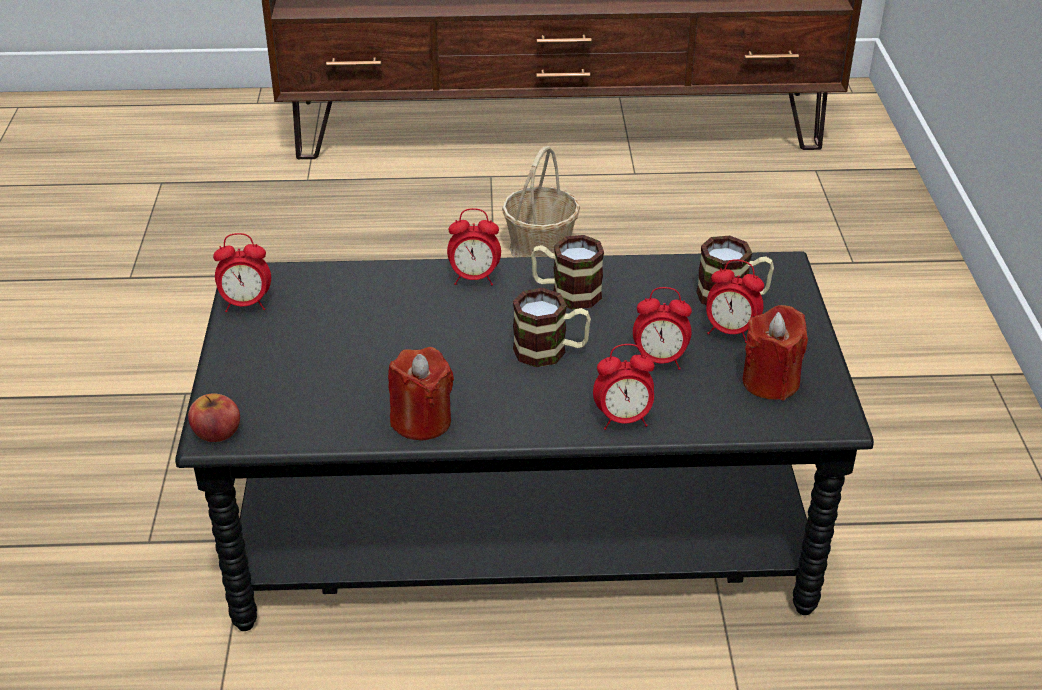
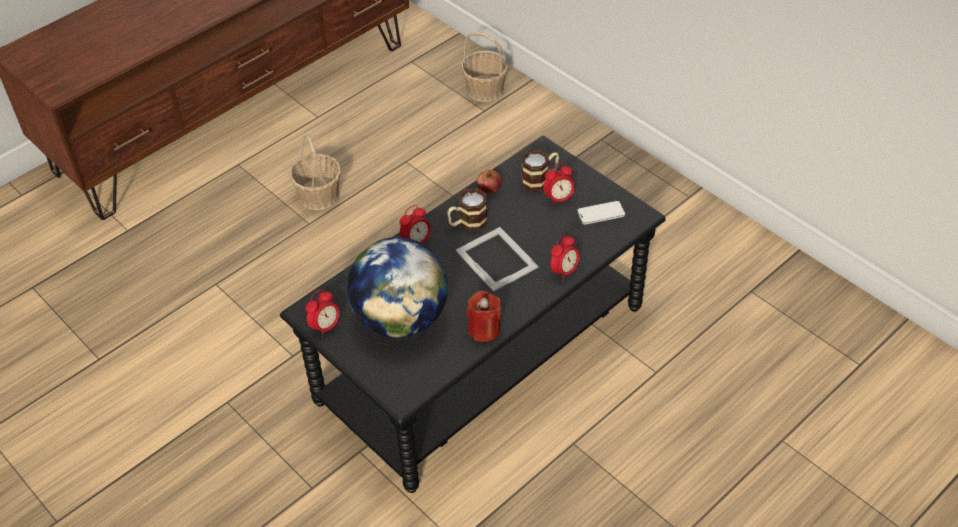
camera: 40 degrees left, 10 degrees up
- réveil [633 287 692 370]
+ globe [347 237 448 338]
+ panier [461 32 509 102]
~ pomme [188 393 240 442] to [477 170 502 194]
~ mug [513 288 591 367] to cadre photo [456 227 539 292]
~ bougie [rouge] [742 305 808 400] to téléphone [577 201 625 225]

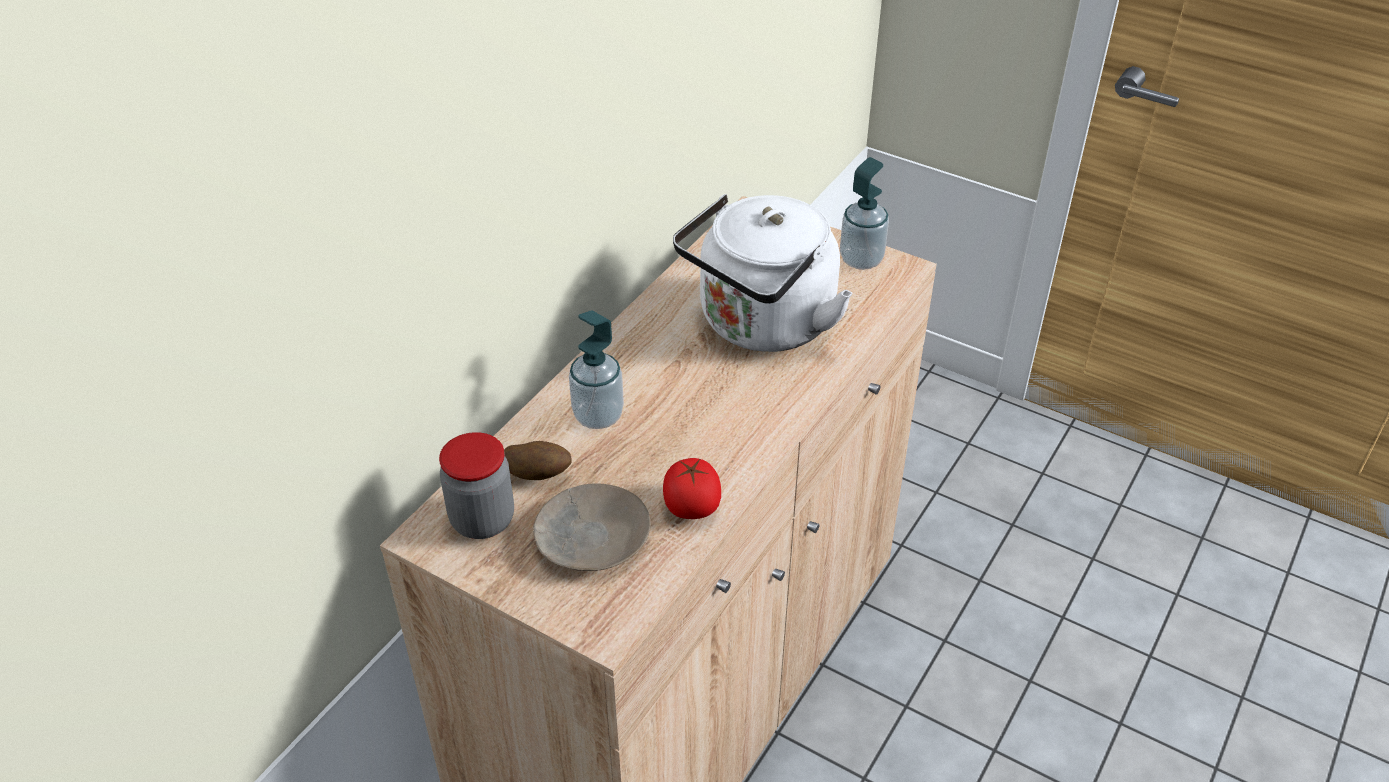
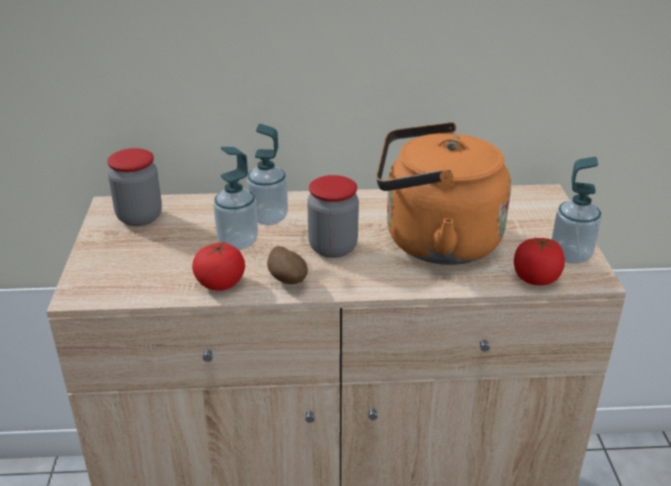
camera: 55 degrees right, 10 degrees down
- assiette [beige] [533 483 651 571]
+ distributeur de savon [214 147 258 250]
+ bocal [307 175 359 258]
+ tomate [514 236 565 285]
~ pomme de terre [504 441 572 480] to [267 246 308 284]
~ bouilloire [blanc] [673 194 853 352] to bouilloire [orange] [376 122 511 265]

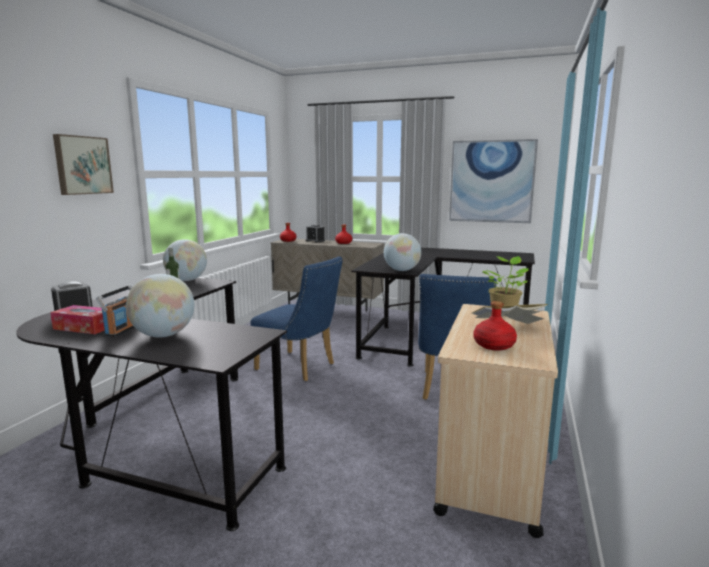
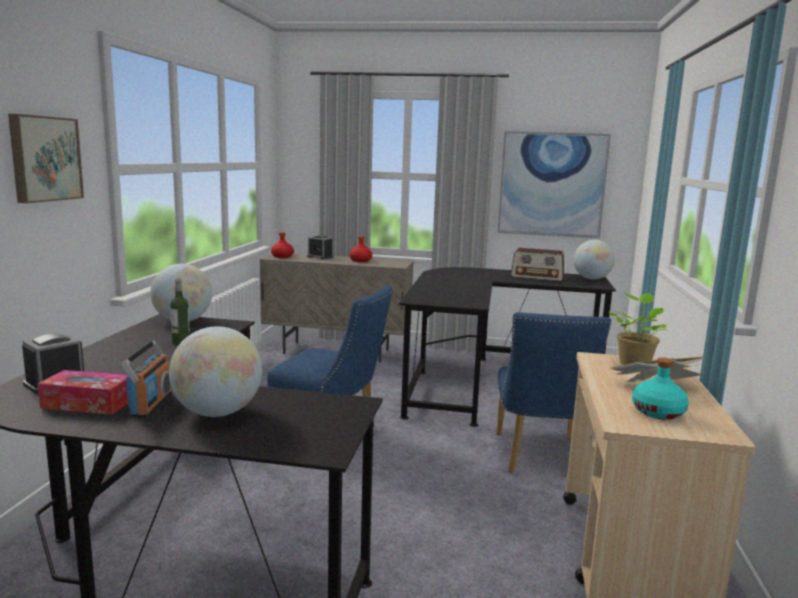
camera: 10 degrees left, 0 degrees up
+ radio [511 248 564 281]
~ globe [384 233 421 271] to [573 240 615 279]
~ bouteille [rouge] [473 301 517 351] to bouteille [turquoise] [632 357 689 420]

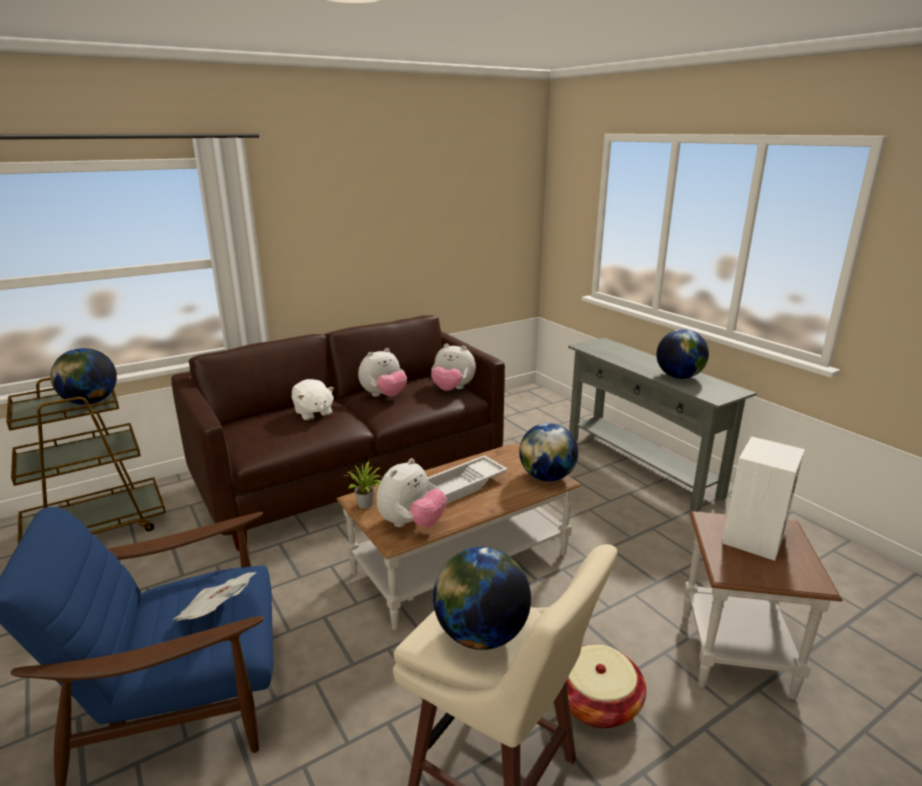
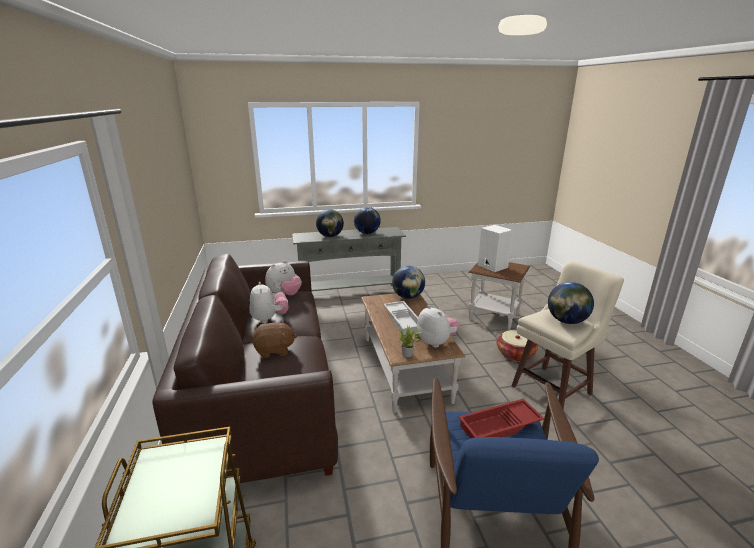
camera: 70 degrees left, 0 degrees up
~ globe [50 348 117 405] to [316 209 344 237]
~ journal [173 572 256 621] to plateau [rouge] [459 398 545 438]
~ peluche [blanc] [292 379 335 421] to peluche [marron] [252 320 297 358]

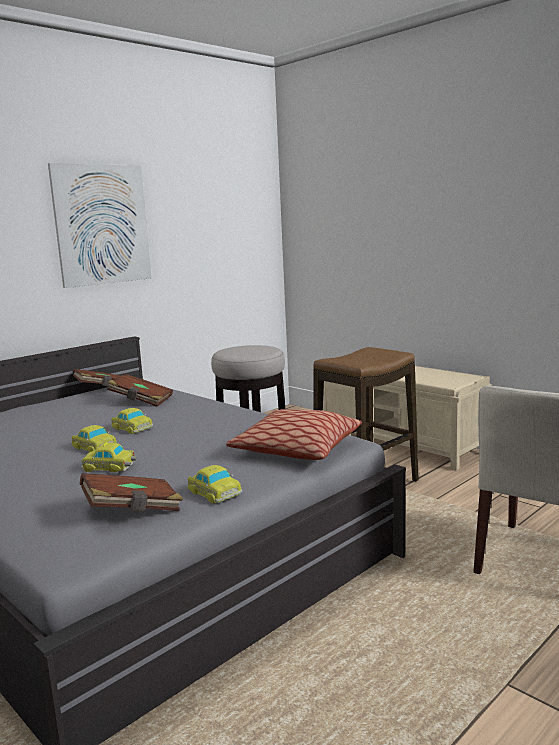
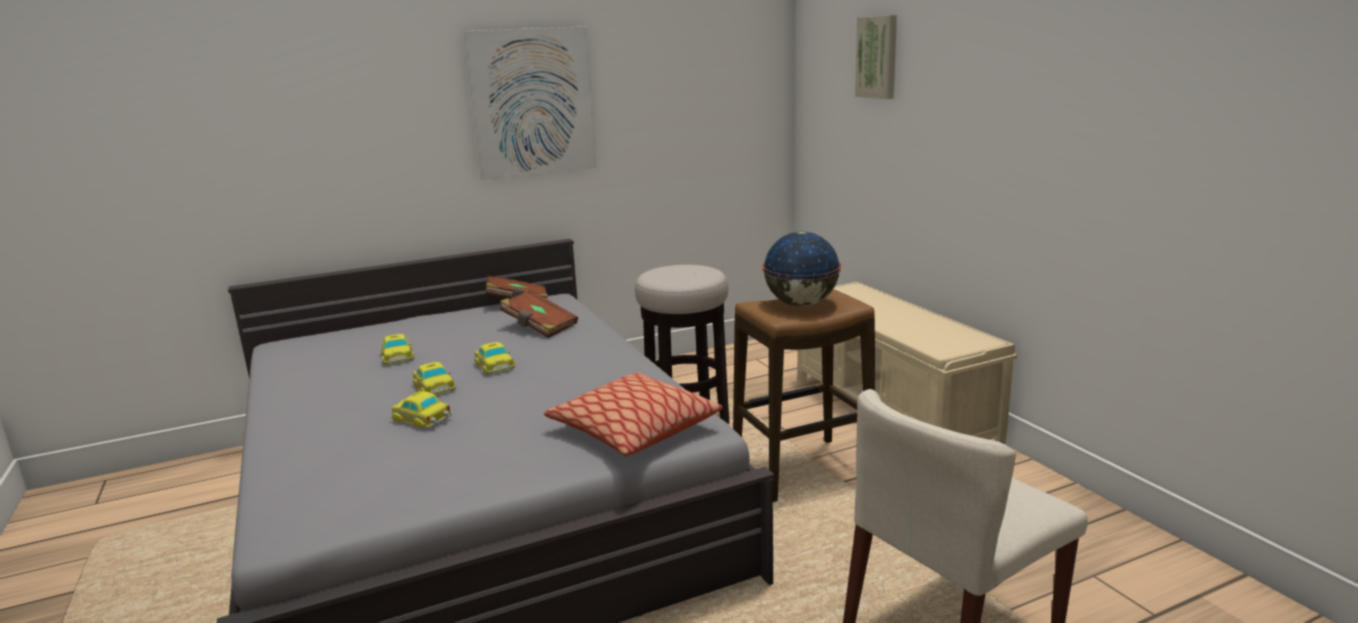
camera: 20 degrees right, 5 degrees up
- livre [marron] [80 473 183 512]
+ globe [763 231 841 306]
+ tableau [855 15 897 99]
~ petite voiture [187 465 242 504] to [381 334 414 365]

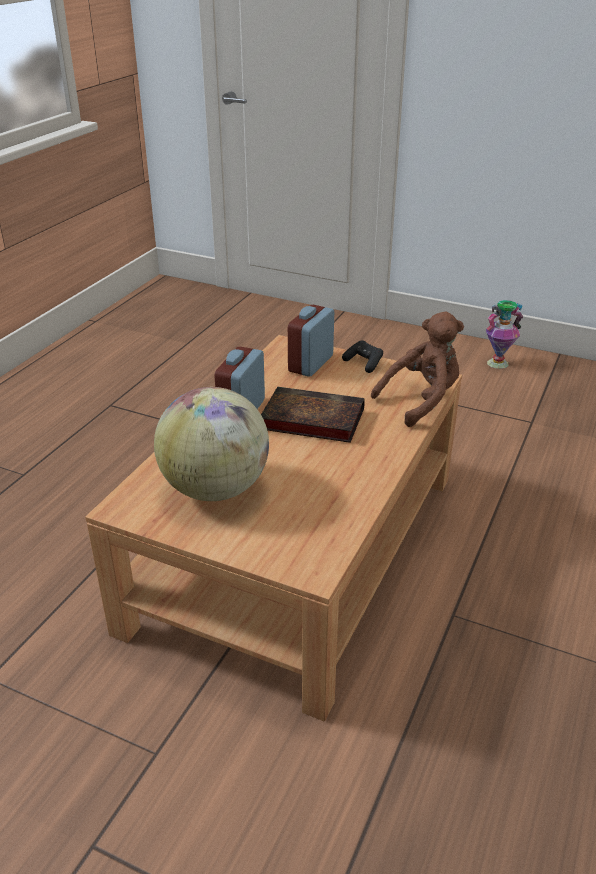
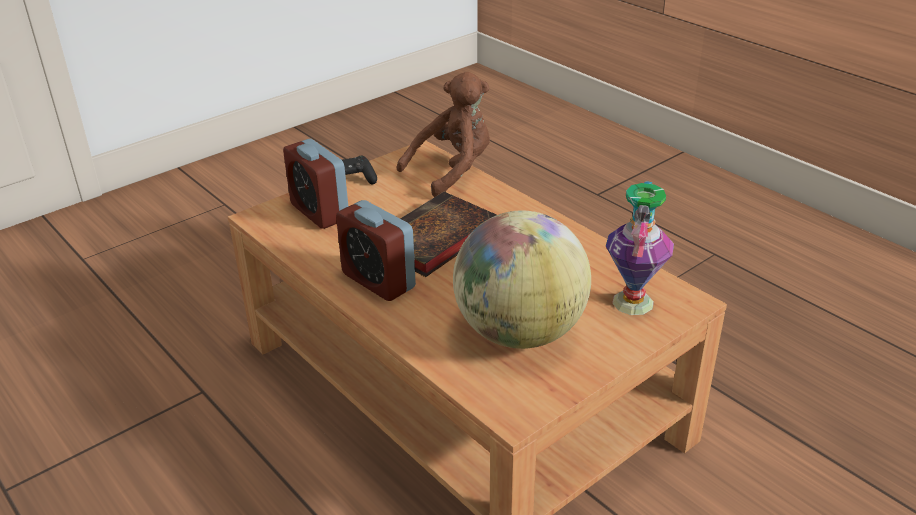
camera: 65 degrees left, 0 degrees up
~ vase [486 300 523 369] to [606 181 674 315]
~ peluche [marron] [371 312 464 427] = [397 72 490 197] 60 degrees clockwise

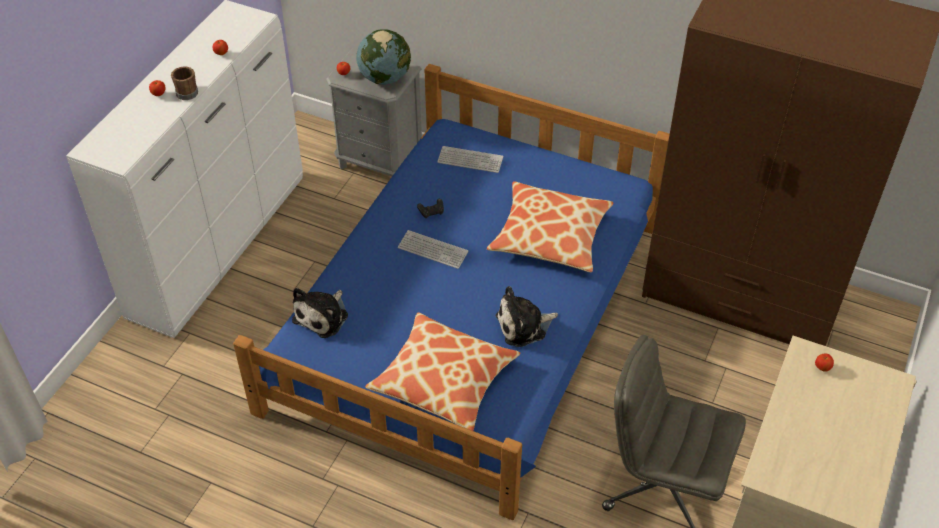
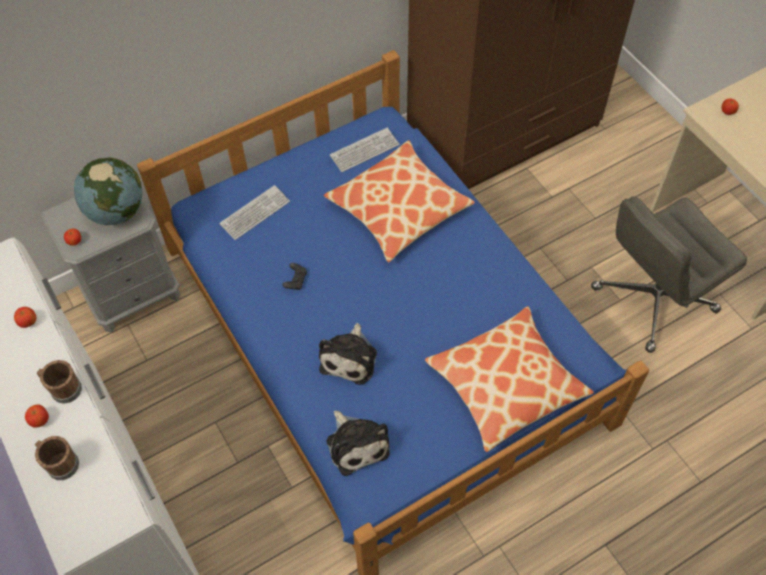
camera: 55 degrees left, 10 degrees up
+ mug [marron] [35 436 79 480]
~ clavier [398 230 468 269] to [330 128 399 172]
~ peluche [496 286 558 347] to [319 323 377 385]

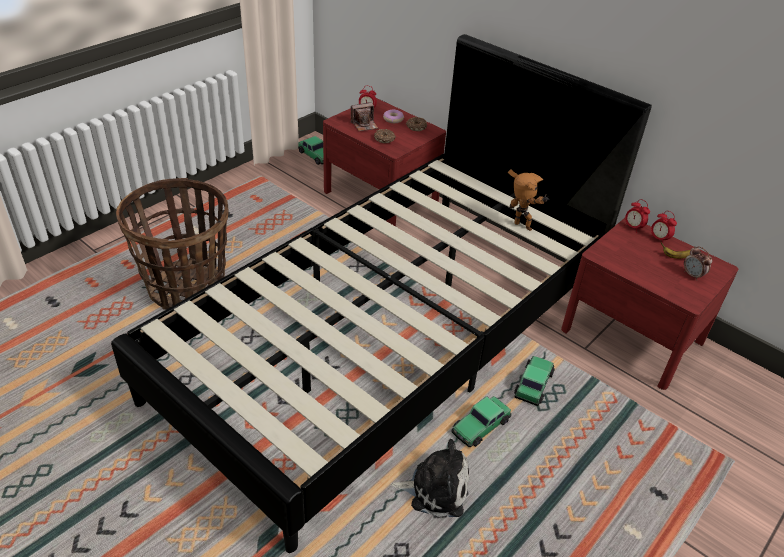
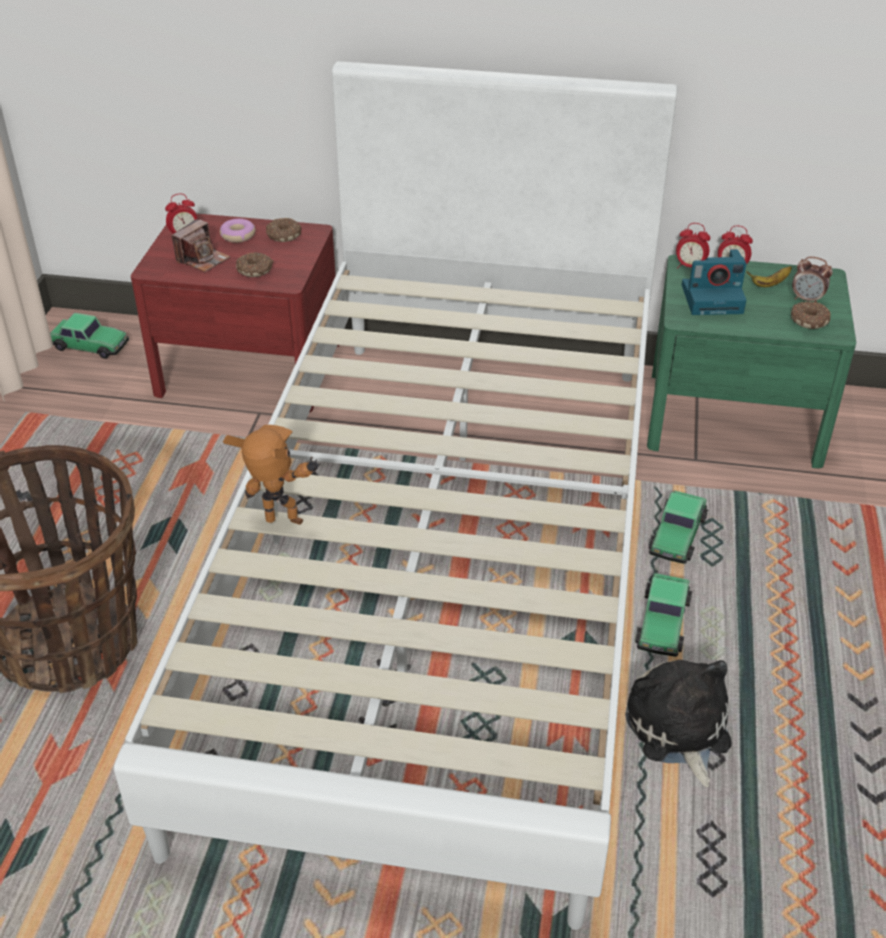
camera: 30 degrees left, 0 degrees up
+ appareil photo [682 249 746 315]
+ beignet [791 301 831 329]
~ robot jouet [508 169 550 231] to [223 425 321 525]
~ lit [noir] [111 34 652 553] to lit [blanc] [114 61 677 930]
~ table de chevet [rouge] [561 218 738 390] to table de chevet [vert] [647 255 856 468]
~ peluche [391 439 469 517] = [625 660 732 788] 75 degrees counterclockwise
~ petite voiture [514 356 555 406] = [648 491 708 564] 150 degrees counterclockwise

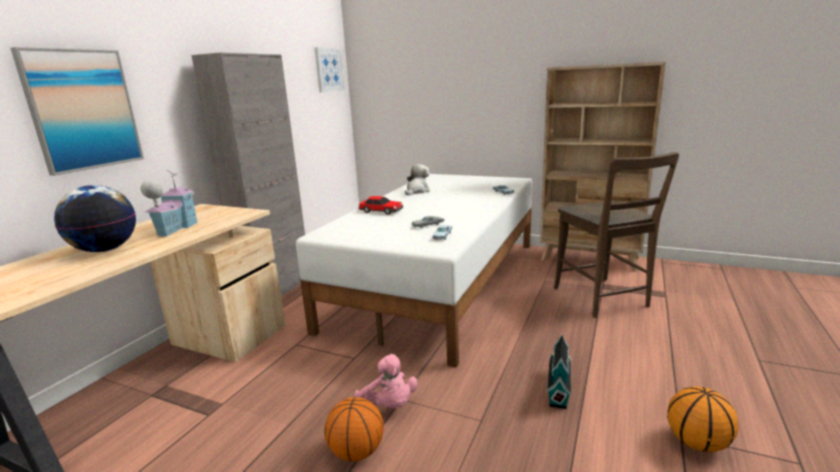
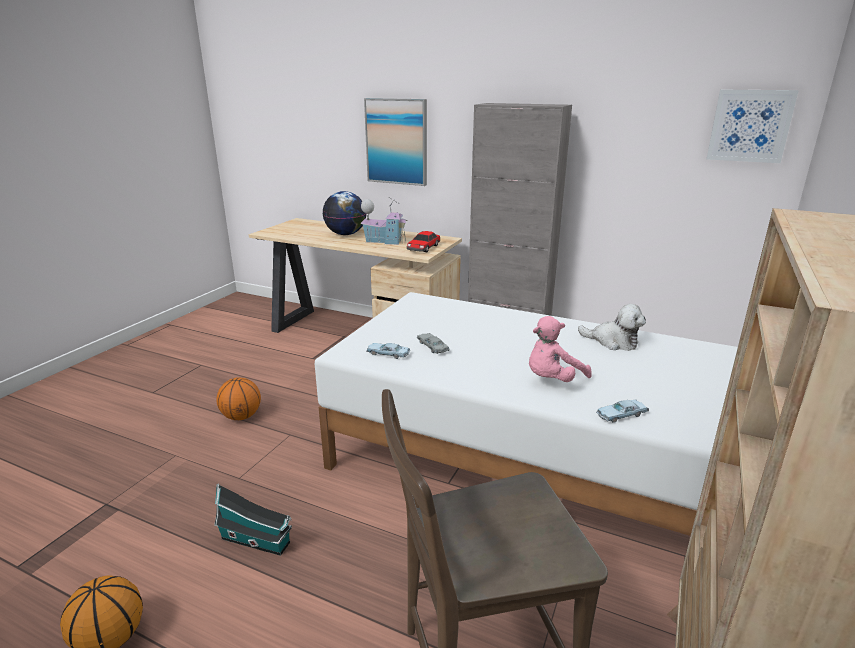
camera: 90 degrees right, 5 degrees up
~ peluche [rose] [355 354 418 408] to [529 316 592 382]
~ petite voiture [359 196 403 215] to [407 231 440 252]

